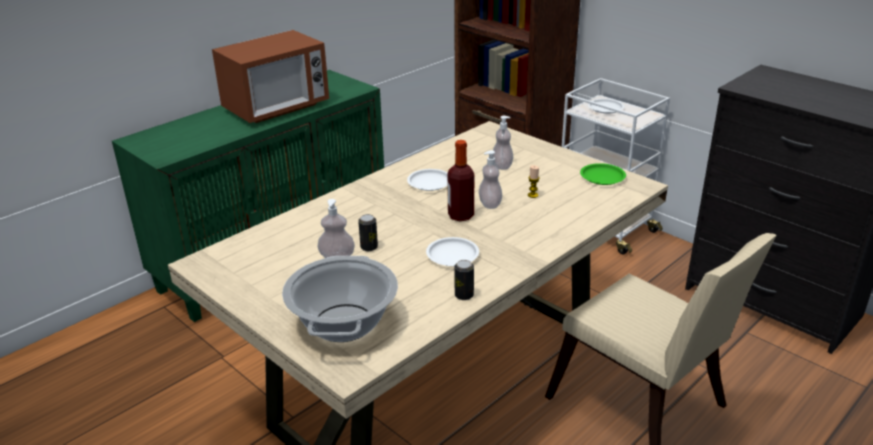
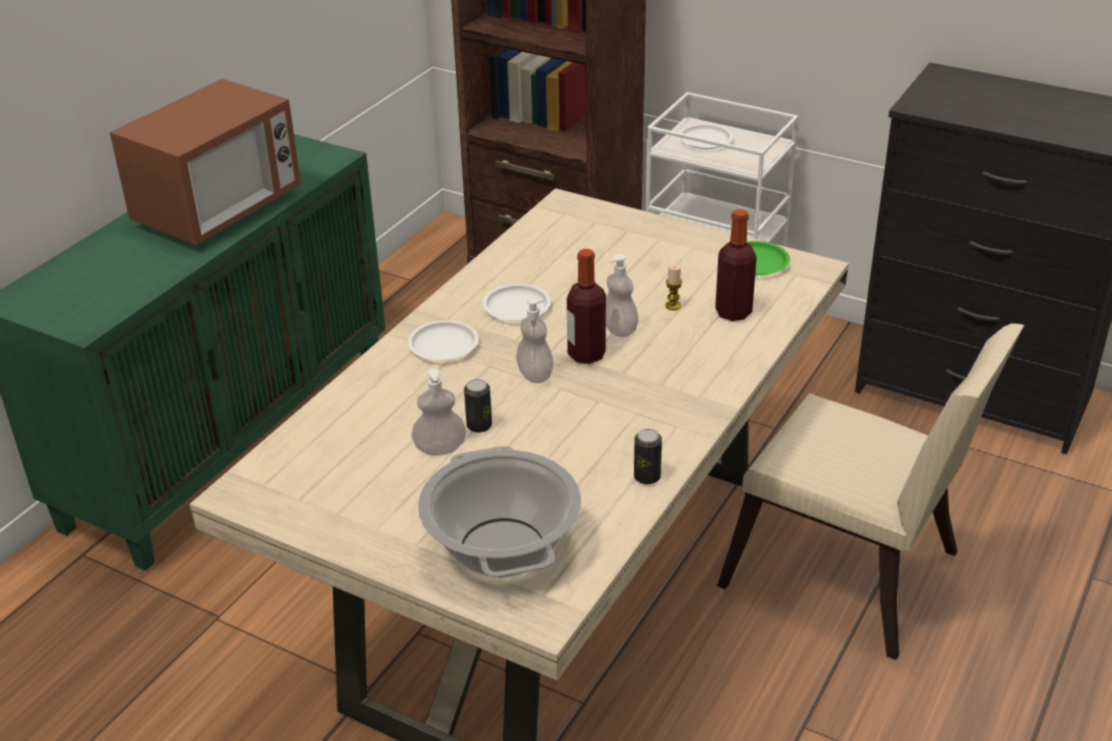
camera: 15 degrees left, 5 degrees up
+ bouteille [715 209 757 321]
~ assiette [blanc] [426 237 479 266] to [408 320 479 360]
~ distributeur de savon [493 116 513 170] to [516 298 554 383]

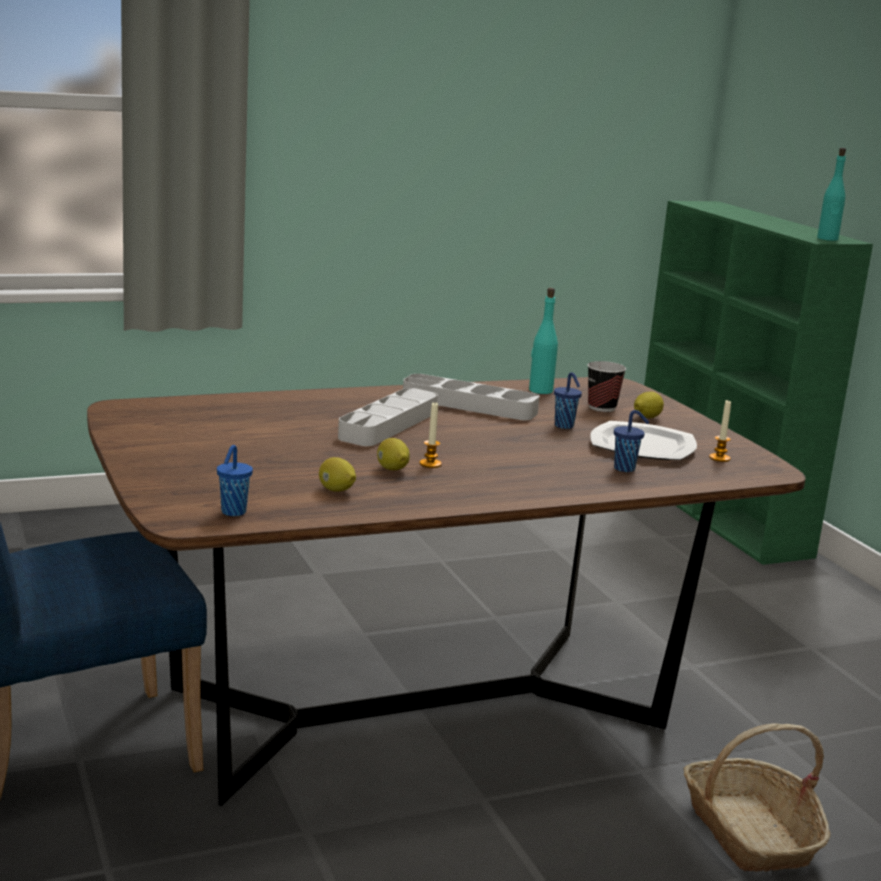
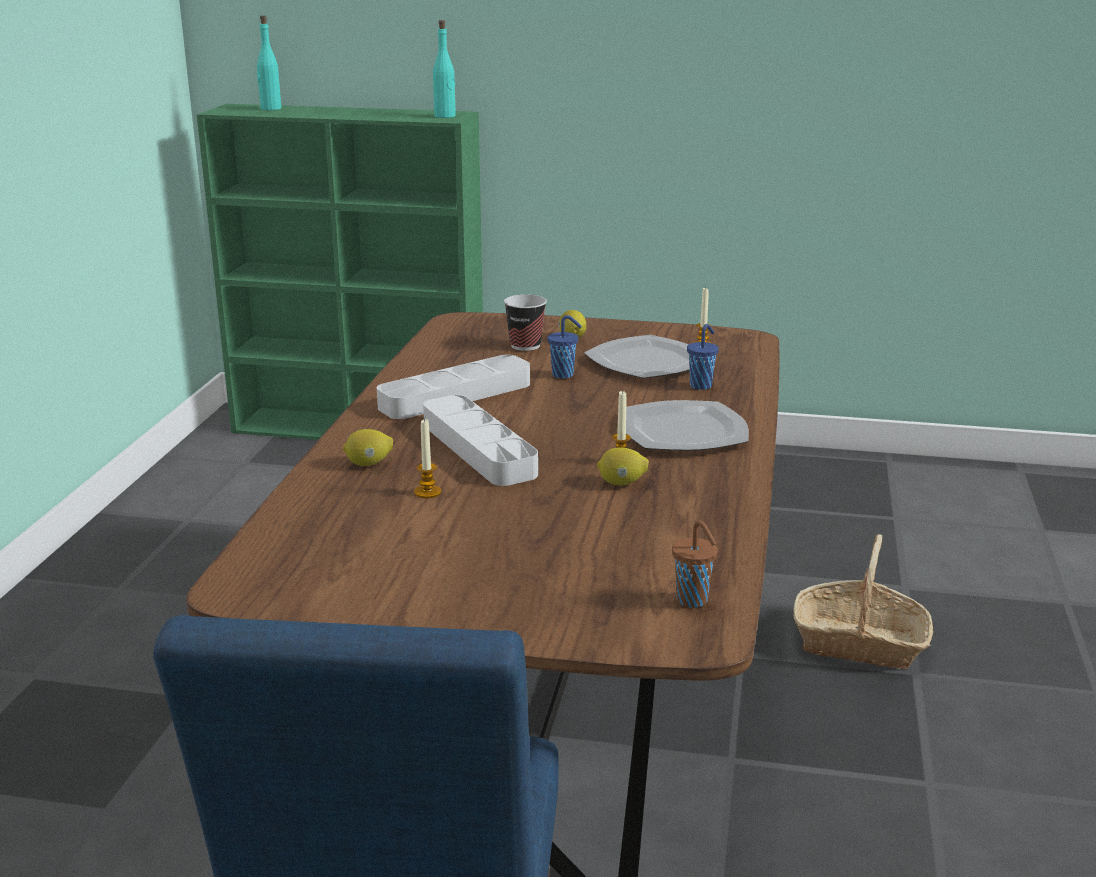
camera: 55 degrees left, 5 degrees up
+ bougie [414 418 441 498]
+ assiette [626 400 749 450]
~ citron [319 457 356 492] to [343 429 393 466]
~ bouteille [turquoise] [529 288 558 394] to [257 15 281 110]
~ tasse [bleu] [217 445 253 516] to tasse [marron] [672 520 718 608]

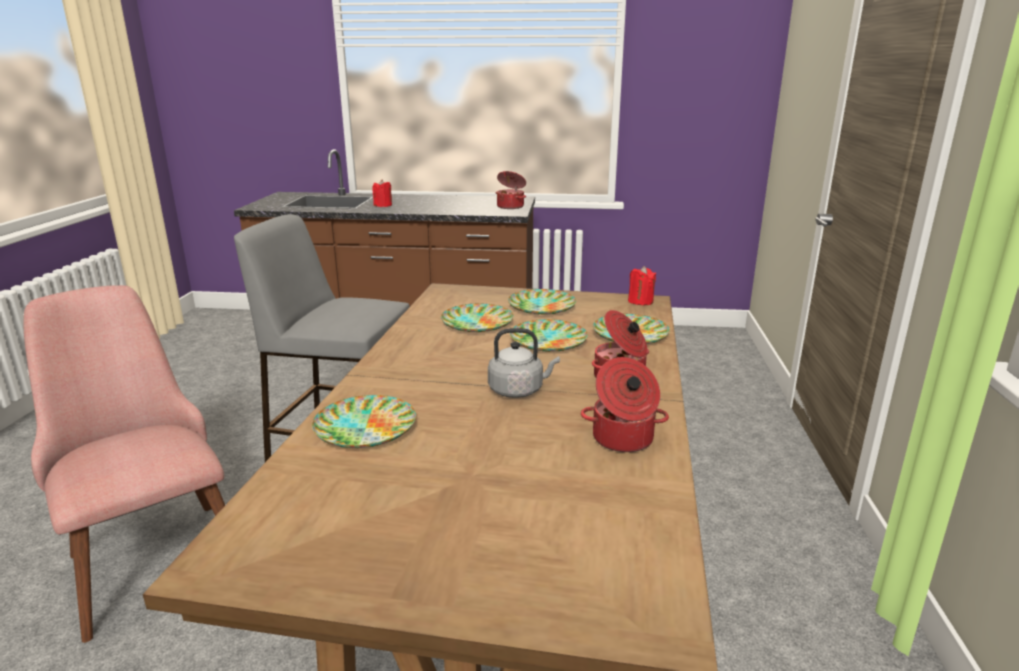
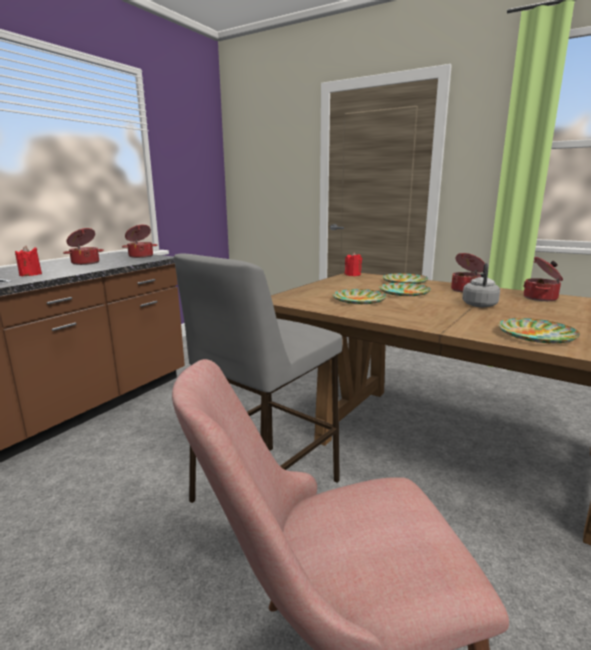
camera: 65 degrees left, 5 degrees down
- assiette [508 289 576 315]
+ marmite [63 228 104 265]

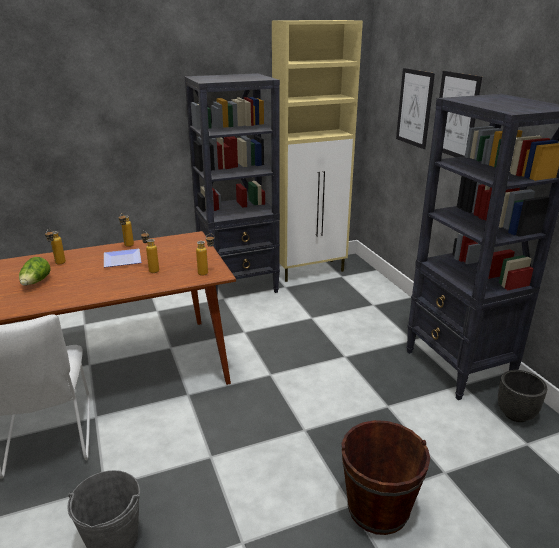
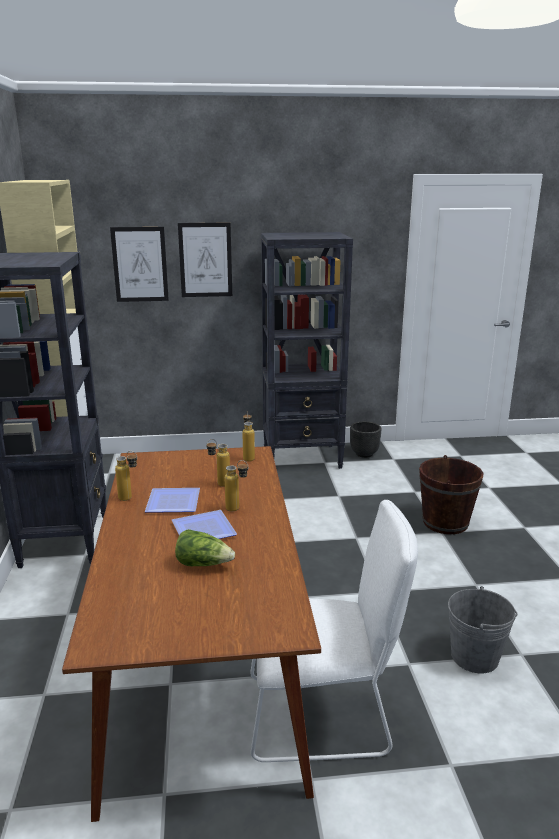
camera: 75 degrees left, 5 degrees down
+ assiette [172 510 237 539]
~ bouteille [45 229 66 264] to [225 460 248 511]

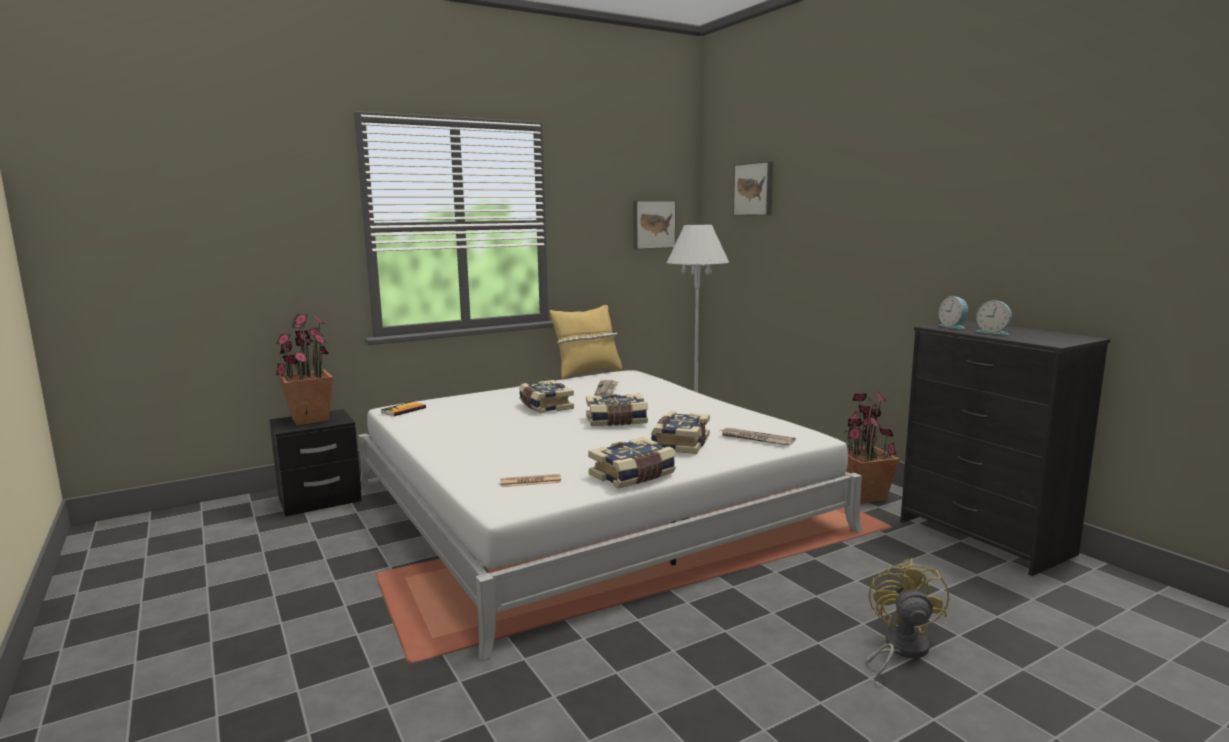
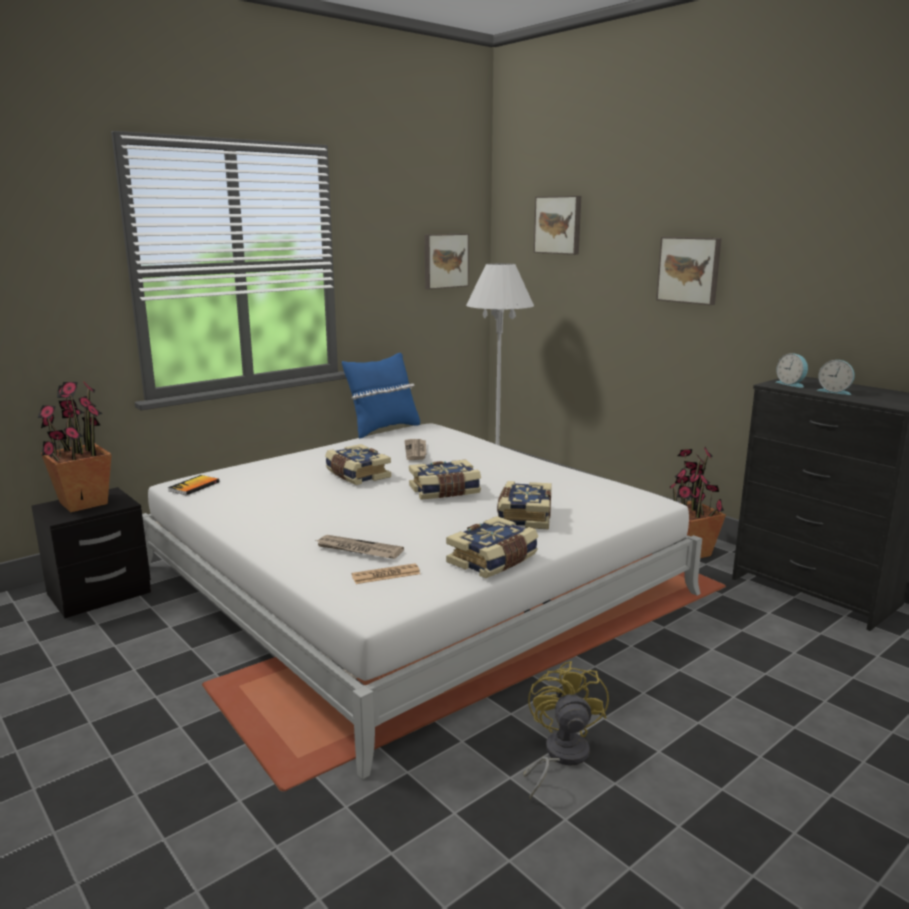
camera: 10 degrees left, 5 degrees up
+ tableau [656 237 722 305]
~ journal [720 428 796 446] to [314 535 404 559]
~ ventilateur [jaune] [866 558 949 682] to [523 661 609 800]
~ coussin [jaune] [550 305 622 379] to coussin [bleu] [342 353 420 439]

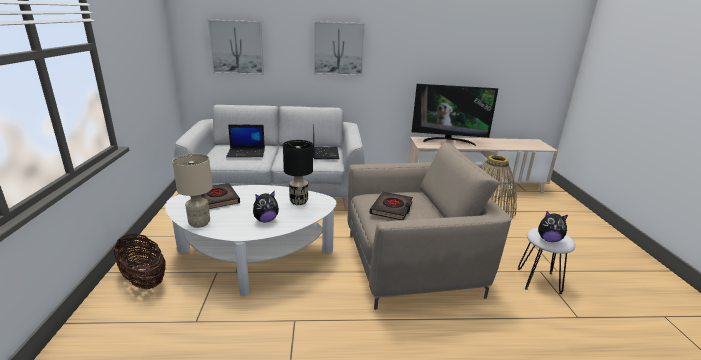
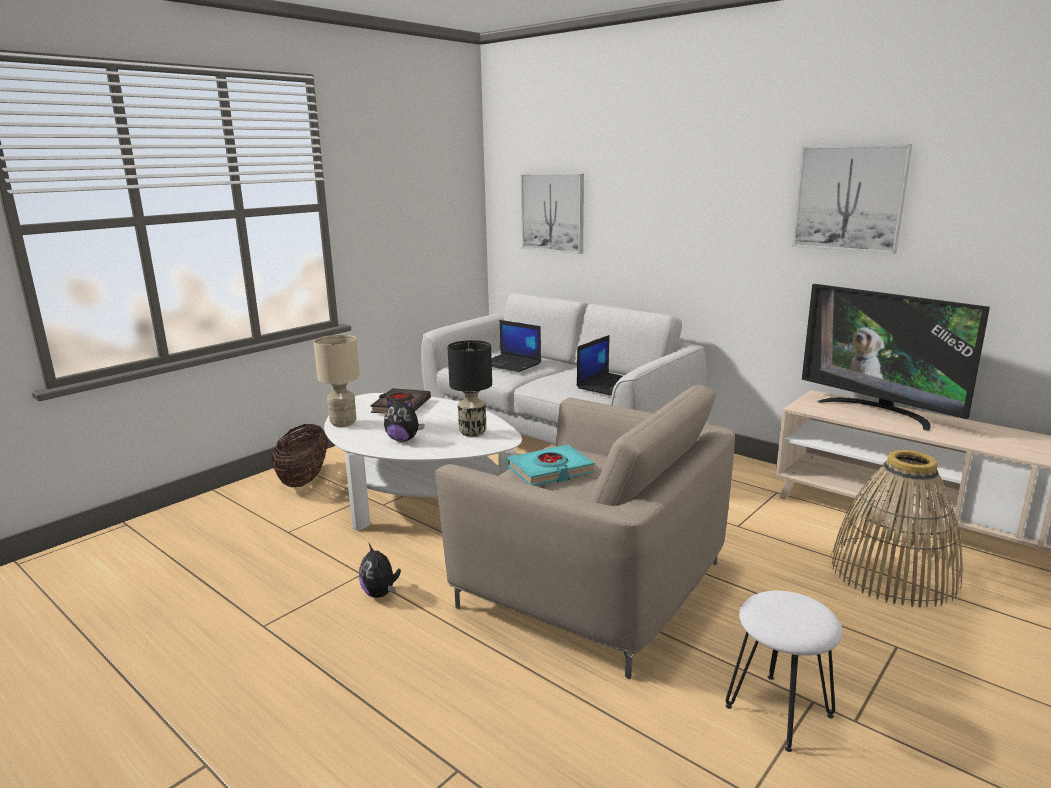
camera: 45 degrees right, 5 degrees down
~ tableau [314 21 365 76] to [792 144 912 254]
~ peluche [538 211 568 242] to [359 544 401 598]
~ livre [noir] [370 192 413 220] to livre [turquoise] [507 445 595 486]

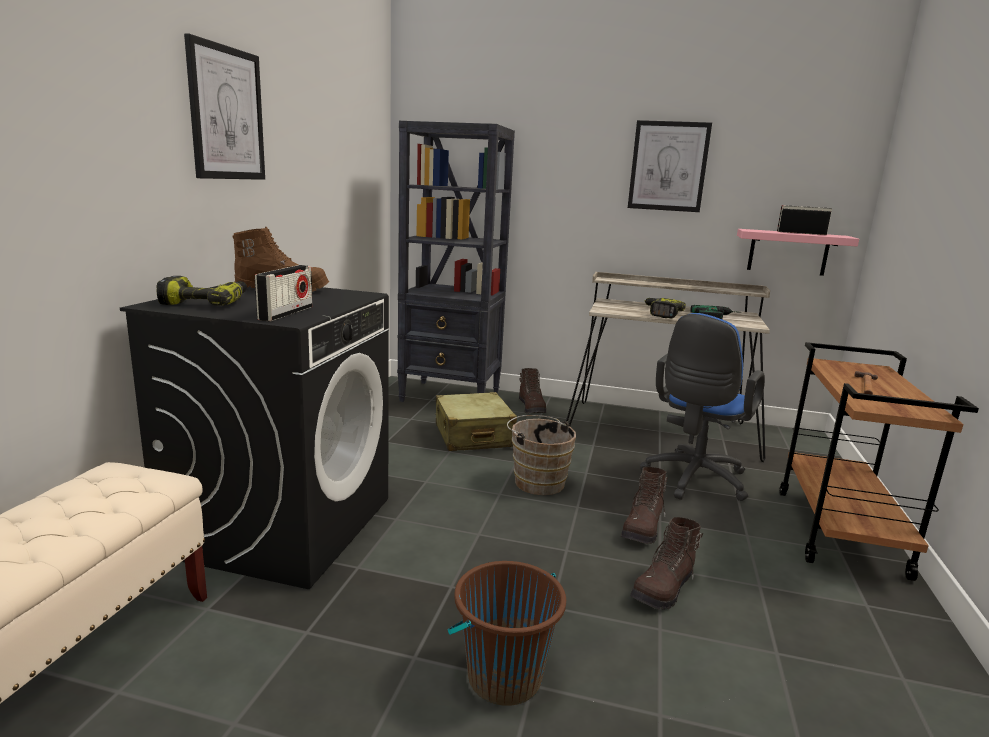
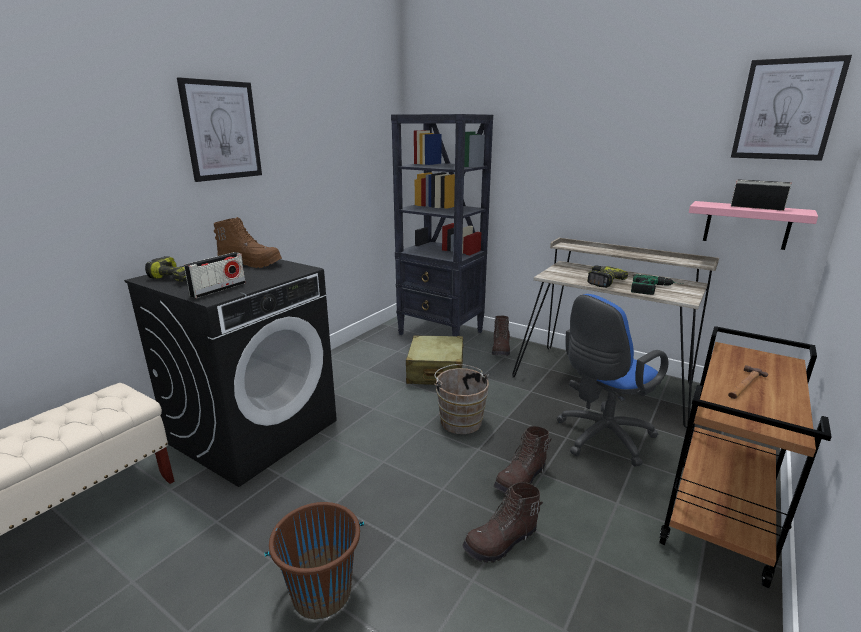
camera: 20 degrees right, 5 degrees up
~ tableau [628 120 712 212] to [731 55 852 161]

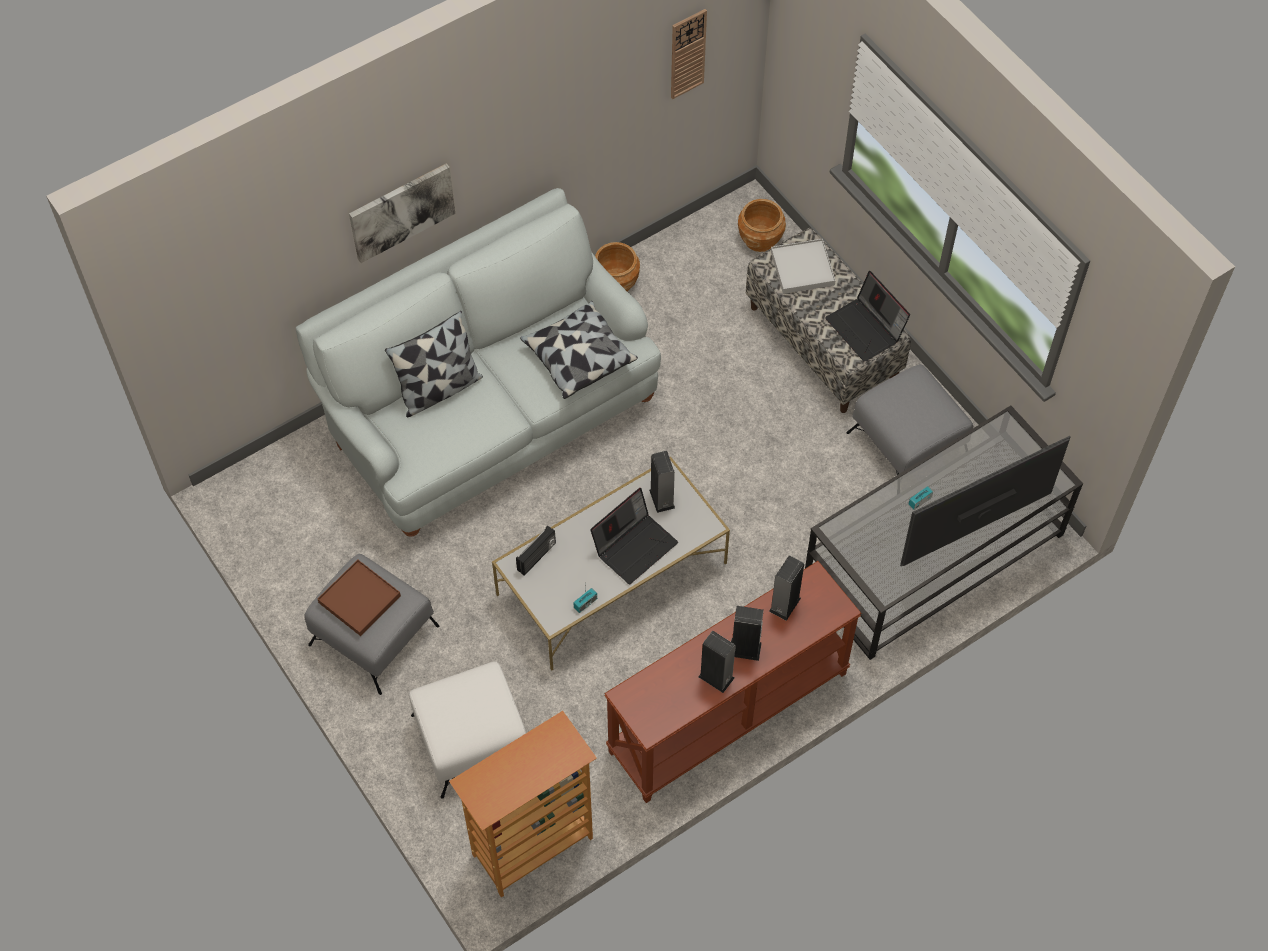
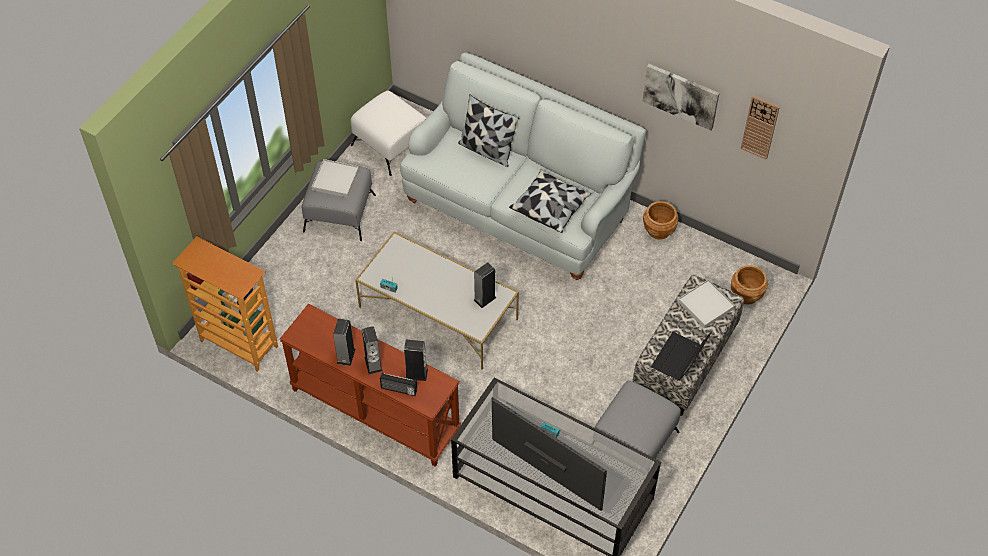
camera: 65 degrees right, 5 degrees down
- ordinateur portable [590 488 678 584]
~ tableau [349 163 455 263] to [643 64 720 130]
~ pouf [blanc] [409 661 526 799] to [351 90 426 176]
~ radio [516 525 556 576] to [380 372 417 396]
~ plateau [marron] [318 559 401 636] to plateau [blanc] [312 159 359 198]

